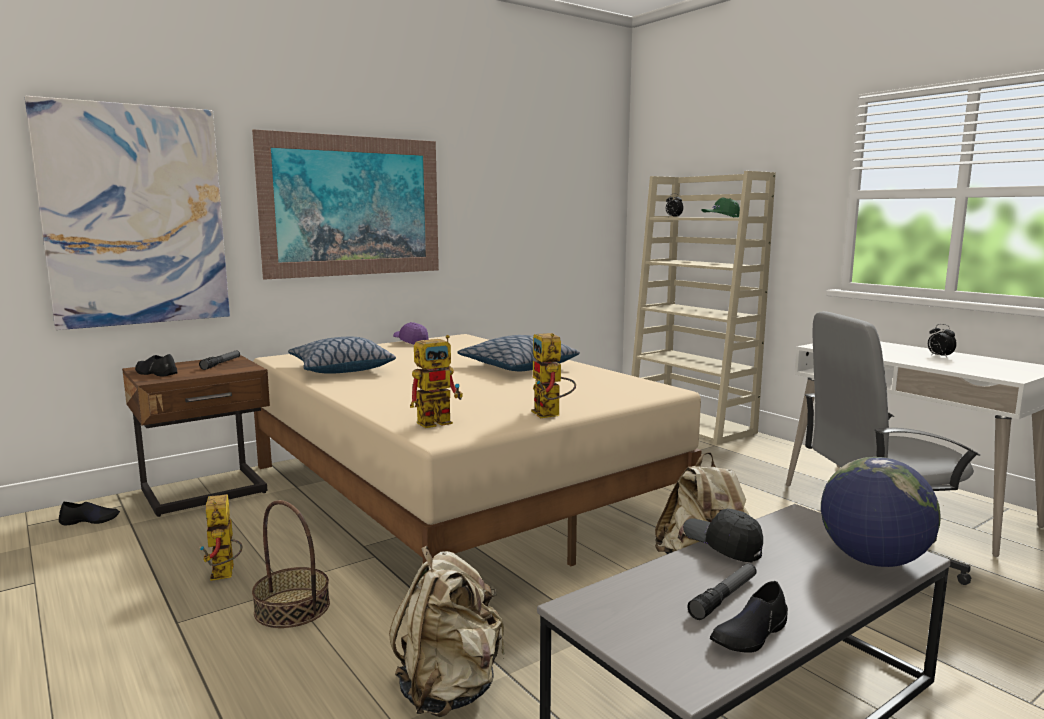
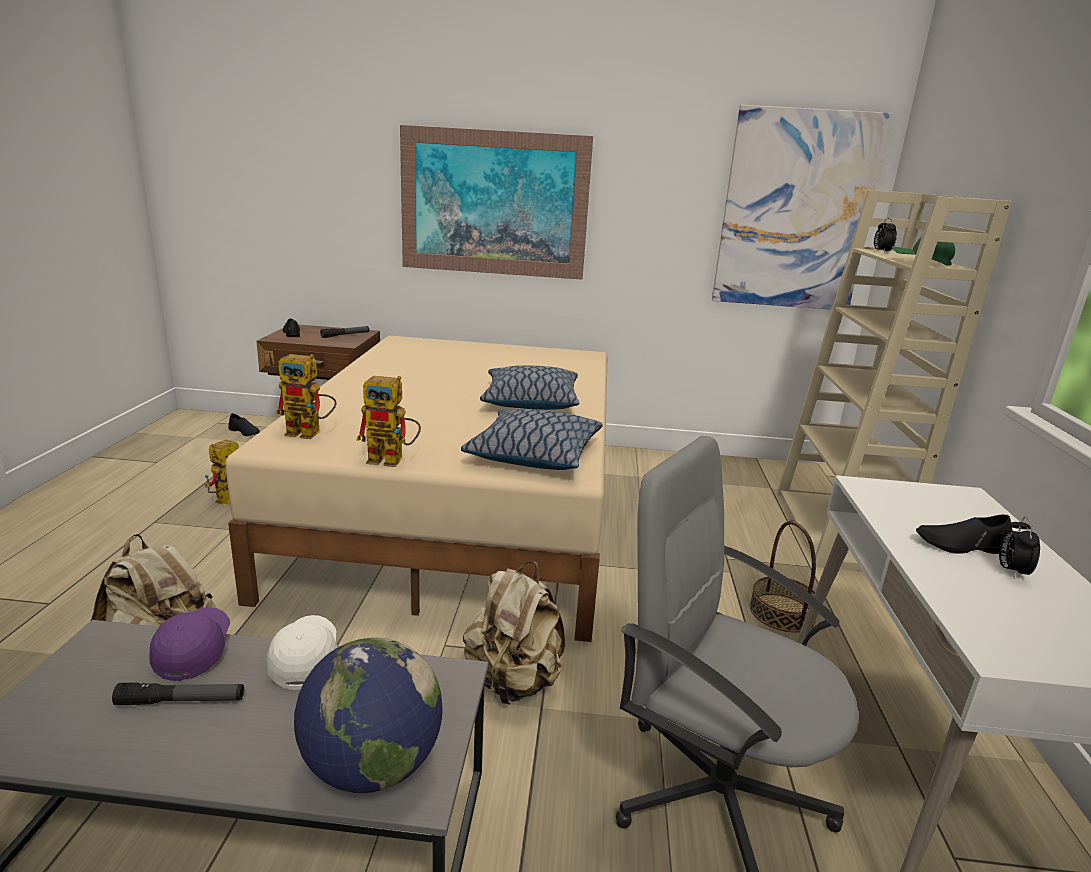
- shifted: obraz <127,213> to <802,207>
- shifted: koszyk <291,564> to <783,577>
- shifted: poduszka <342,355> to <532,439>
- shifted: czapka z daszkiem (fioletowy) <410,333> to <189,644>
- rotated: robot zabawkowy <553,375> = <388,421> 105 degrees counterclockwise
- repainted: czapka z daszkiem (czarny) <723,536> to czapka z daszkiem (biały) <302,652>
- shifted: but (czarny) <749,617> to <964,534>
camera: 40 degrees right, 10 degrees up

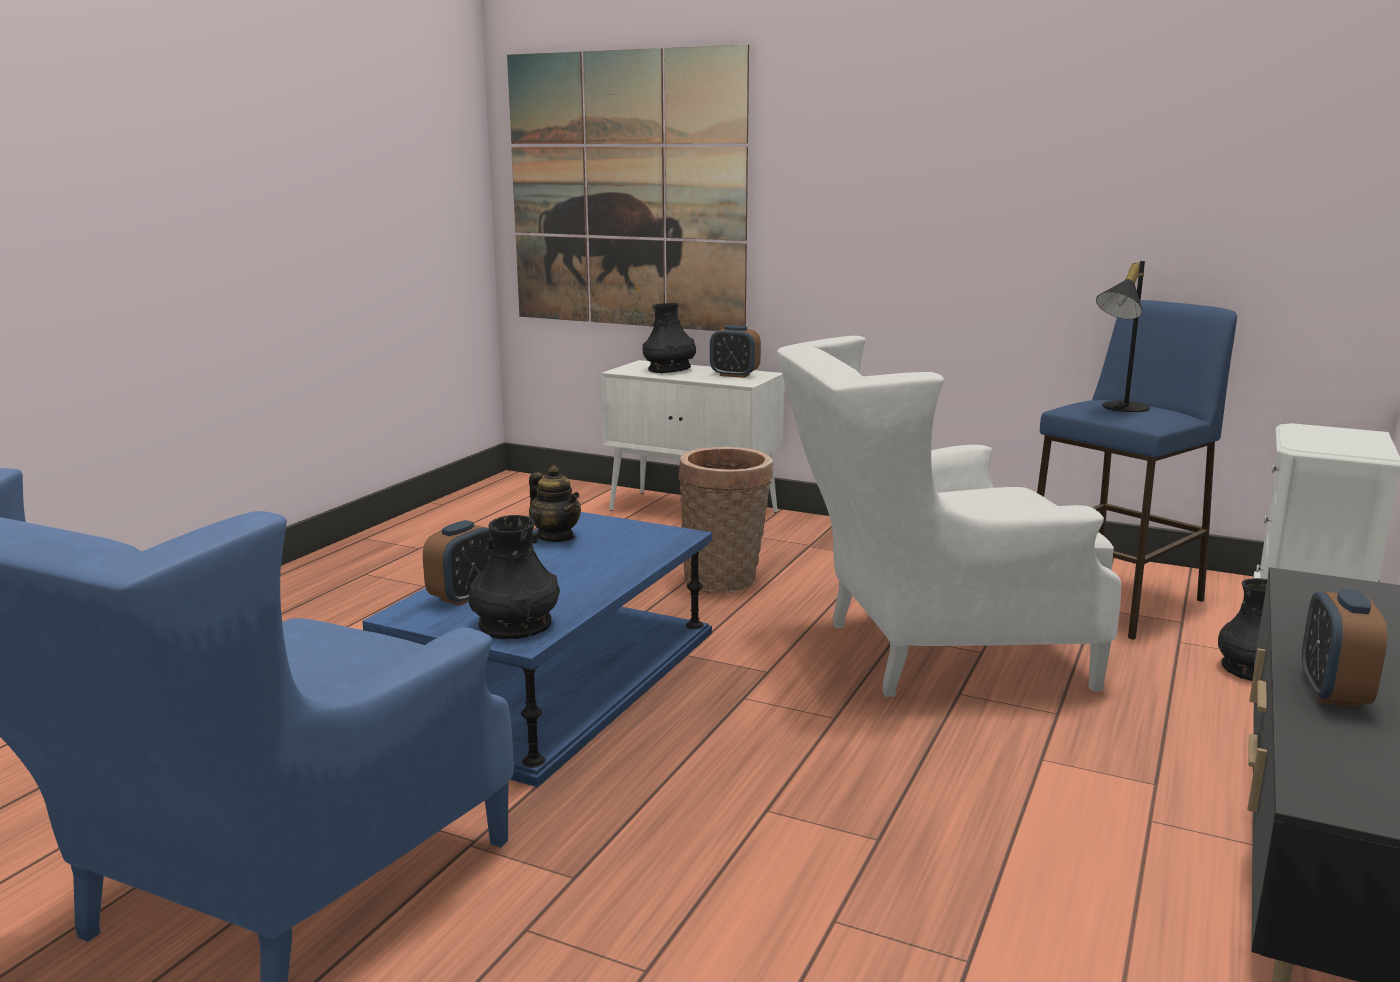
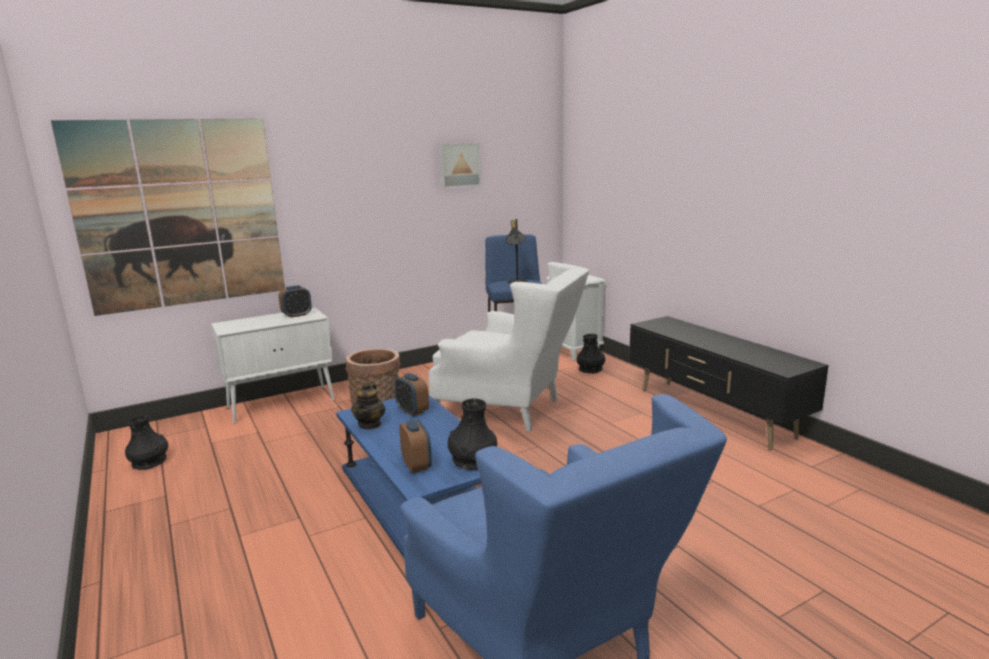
- rotated: imbryk <555,503> = <368,406> 105 degrees clockwise
- shifted: wazon (czarny) <669,338> to <146,442>
- rotated: fotel (biały) <949,516> = <509,347> 90 degrees counterclockwise
- shifted: budzik <1344,648> to <412,394>
- new: obraz <460,166>
camera: 55 degrees left, 0 degrees up

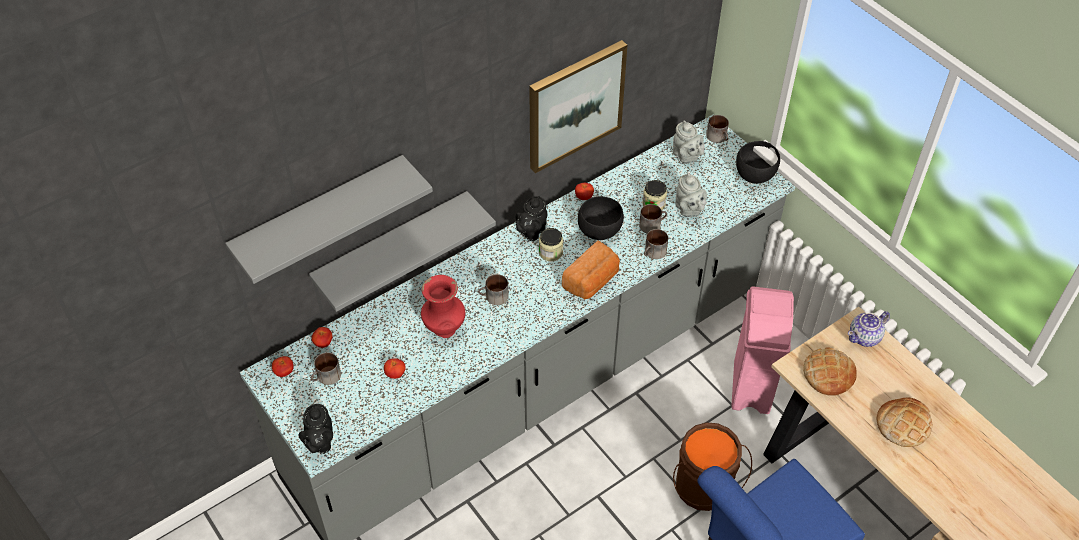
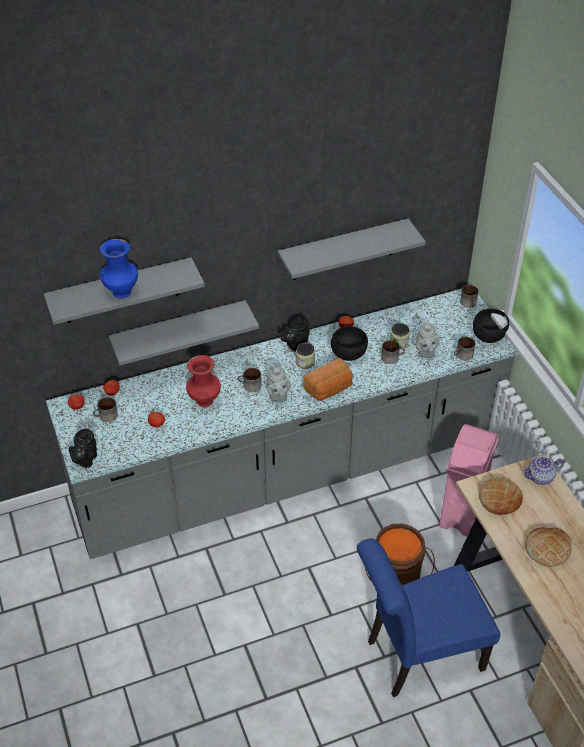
- swapped: obraz <578,106> to półka (szary) <352,249>
- shifted: kubek <656,244> to <464,349>
- shifted: imbryk (szary) <689,142> to <278,383>
- new: wazon (niebieski) <119,269>
camera: 15 degrees right, 5 degrees down

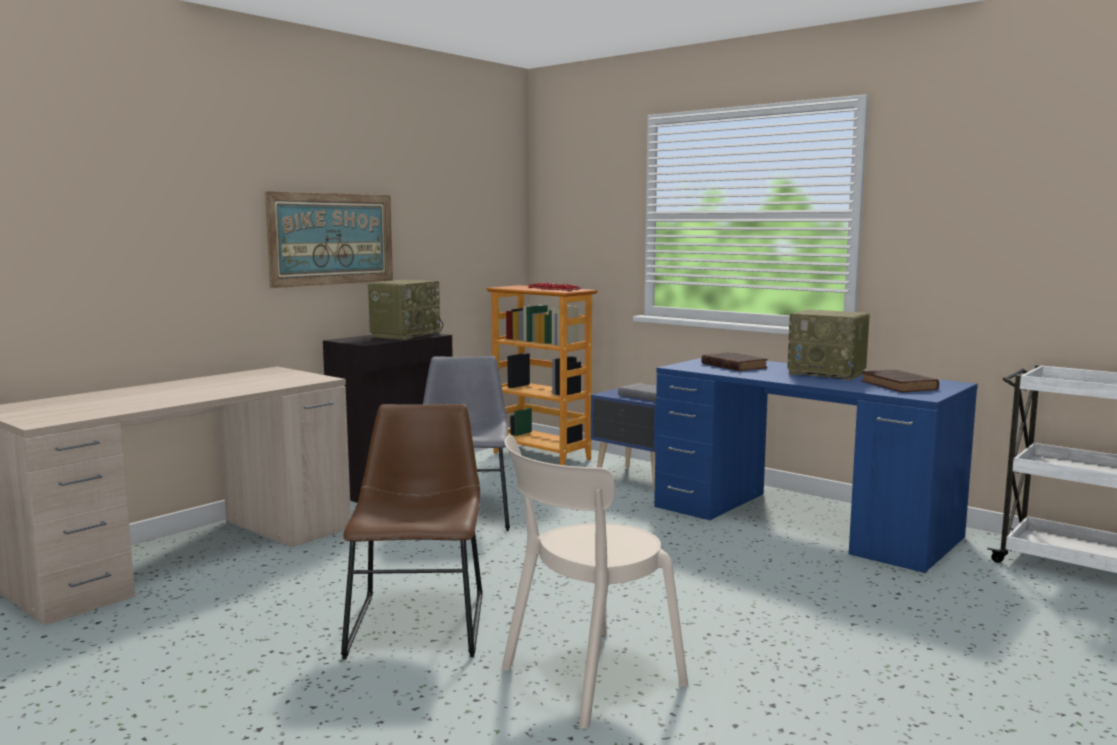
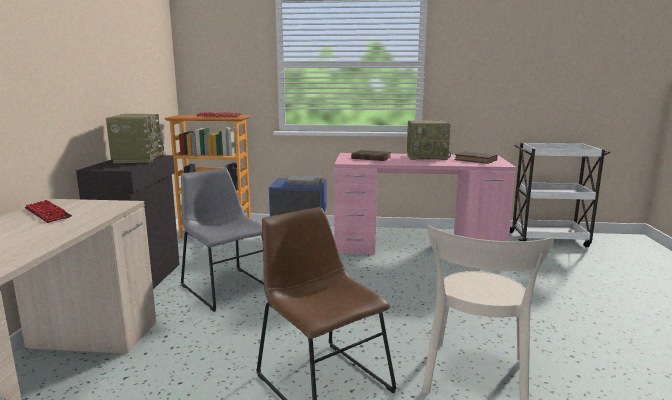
- gone: obraz <329,239>
- repainted: biurko (niebieski) <816,465> to biurko (różowy) <425,203>
- new: klawiatura <48,211>
camera: 35 degrees left, 5 degrees up

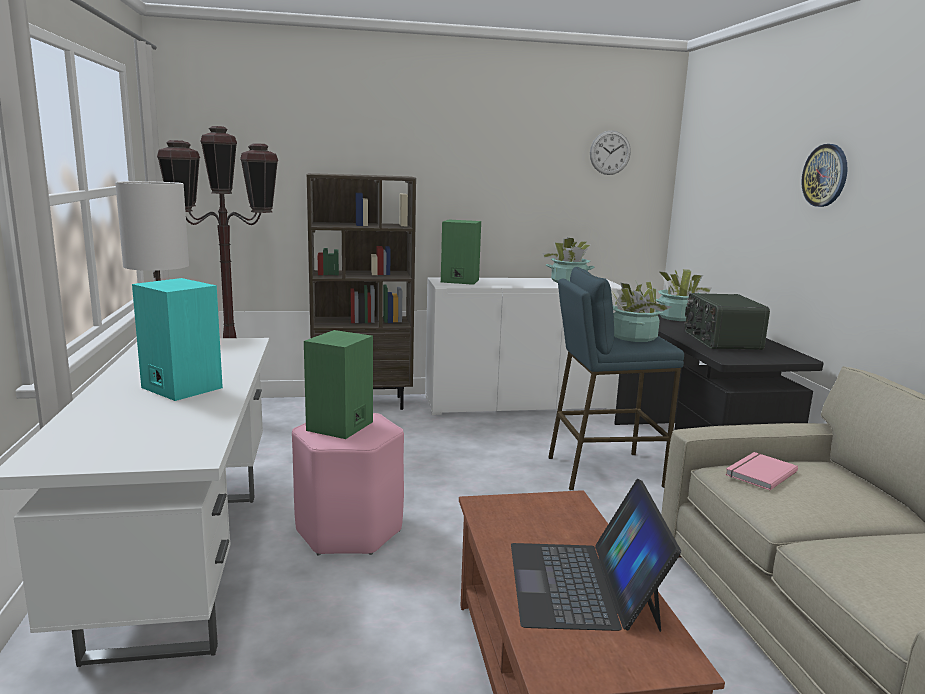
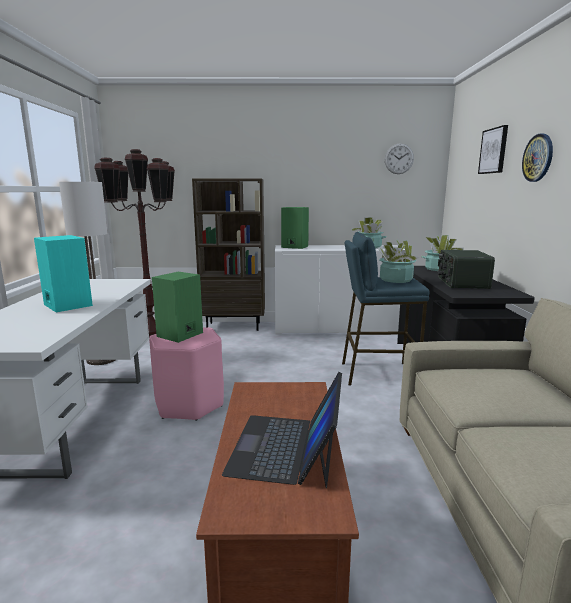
- gone: książka (różowy) <761,471>
- new: obraz <493,149>
camera: 10 degrees right, 0 degrees up

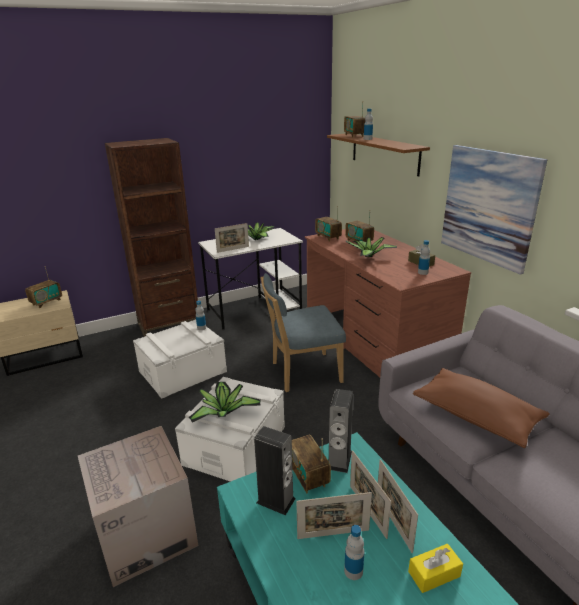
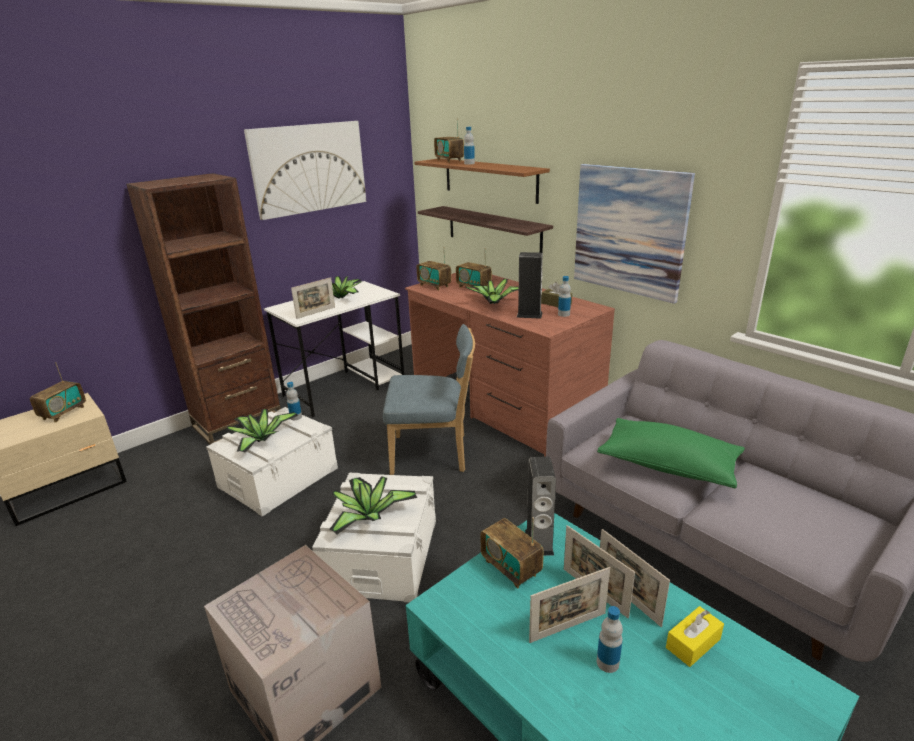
- shifted: głośnik <275,470> to <529,285>
- rotated: krzesło (niebieski) <303,332> = <429,399> 150 degrees counterclockwise
- repainted: poduszka (brązowy) <481,408> to poduszka (zielony) <671,453>
- new: roślina doniczkowa <263,431>
- new: obraz <305,170>
- new: półka <485,229>
camera: 15 degrees left, 0 degrees up

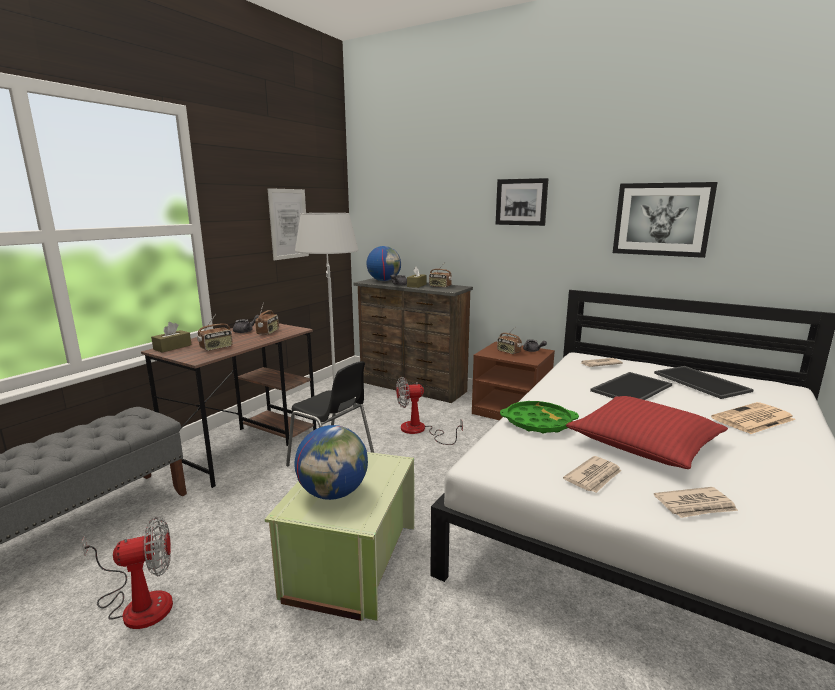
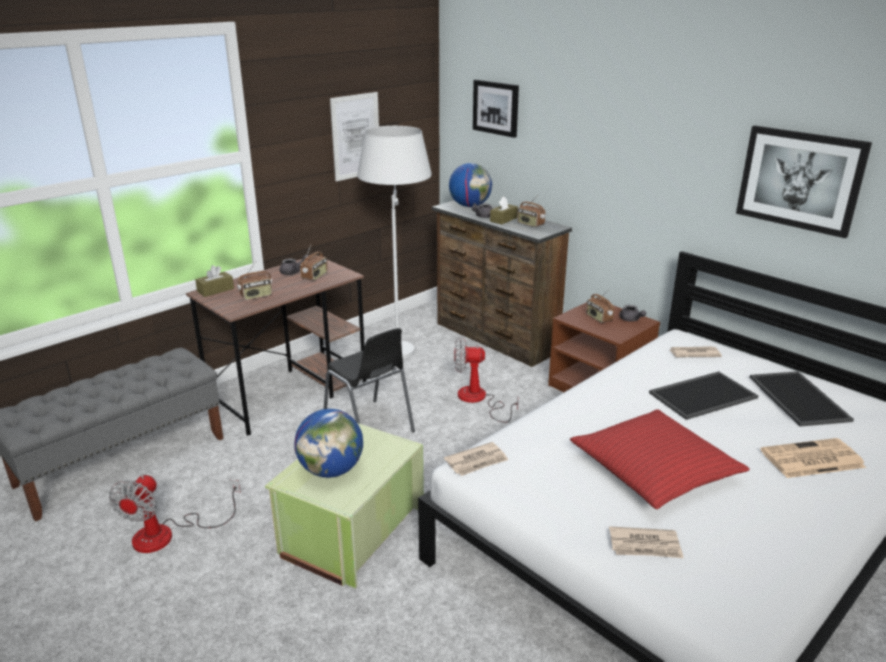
- rotated: wentylator <127,573> = <175,513> 105 degrees clockwise
- shifted: obraz <522,202> to <496,109>
- gone: taca (zielony) <539,417>
- shifted: gazeta <592,474> to <476,459>
camera: 15 degrees right, 10 degrees up

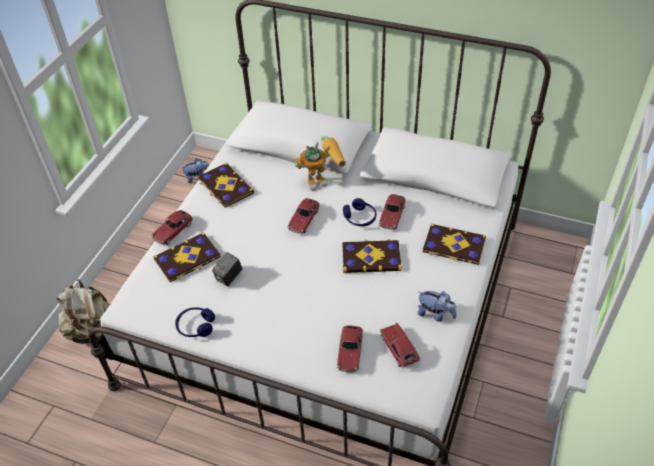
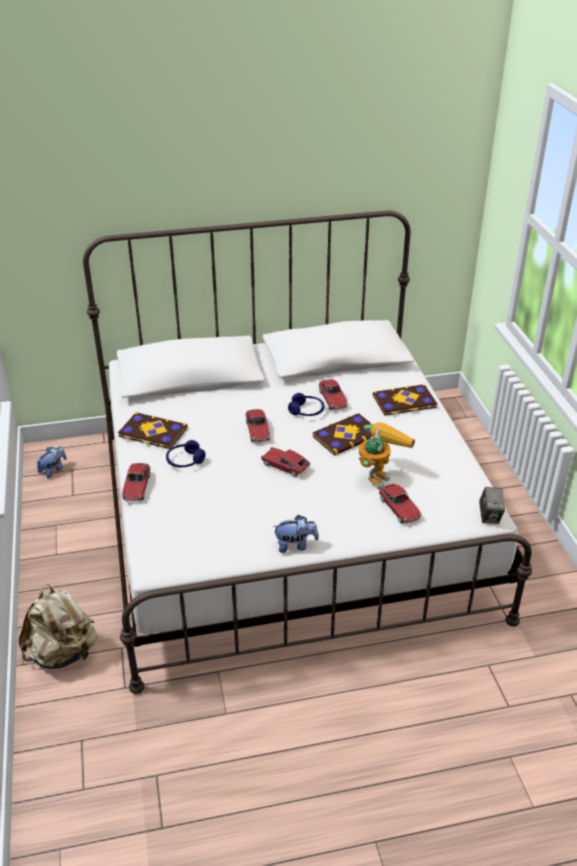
- gone: książka <187,257>
- shifted: słuchawki (niebieski) <195,322> to <186,453>
- shifted: aparat fotograficzny <227,269> to <492,505>
- shifted: robot zabawkowy <320,163> to <387,456>
- shifted: samochodzik <400,345> to <285,462>
- shifted: pluszak <437,306> to <296,534>
camera: 35 degrees left, 10 degrees down

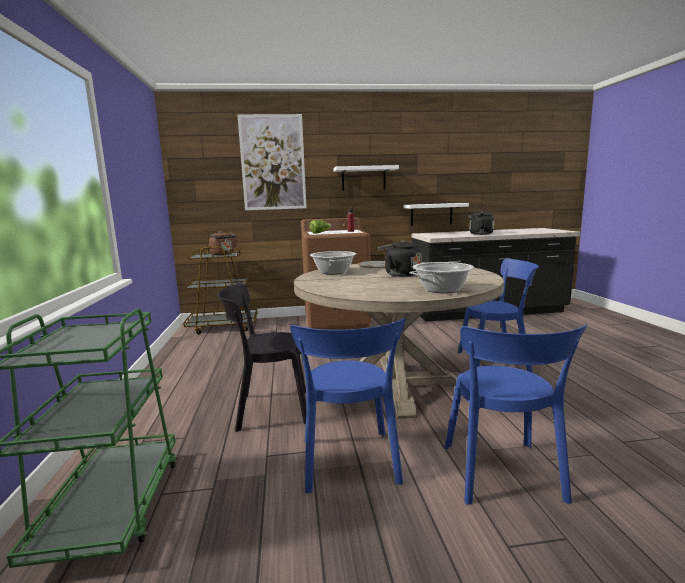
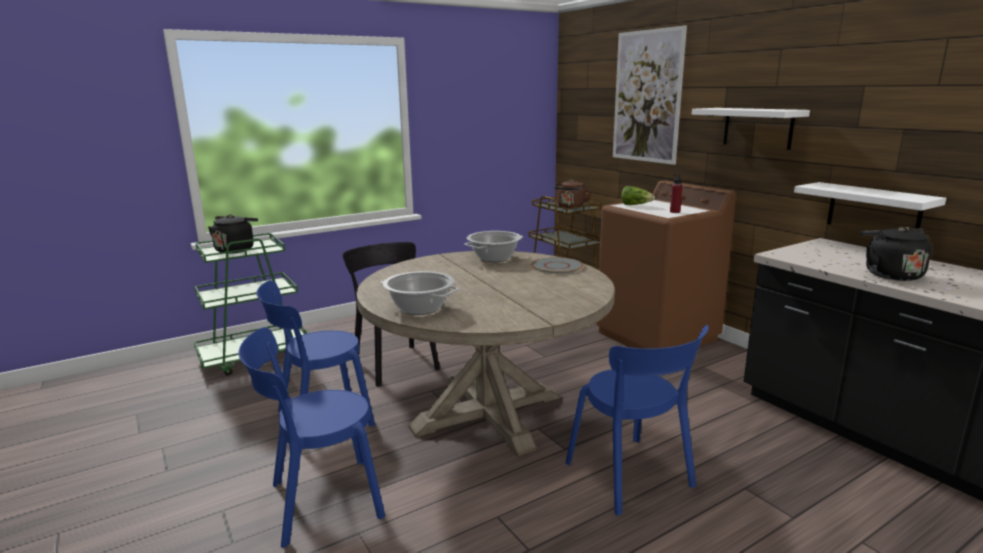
- shifted: czajnik (czarny) <400,258> to <233,234>
camera: 65 degrees right, 5 degrees up

